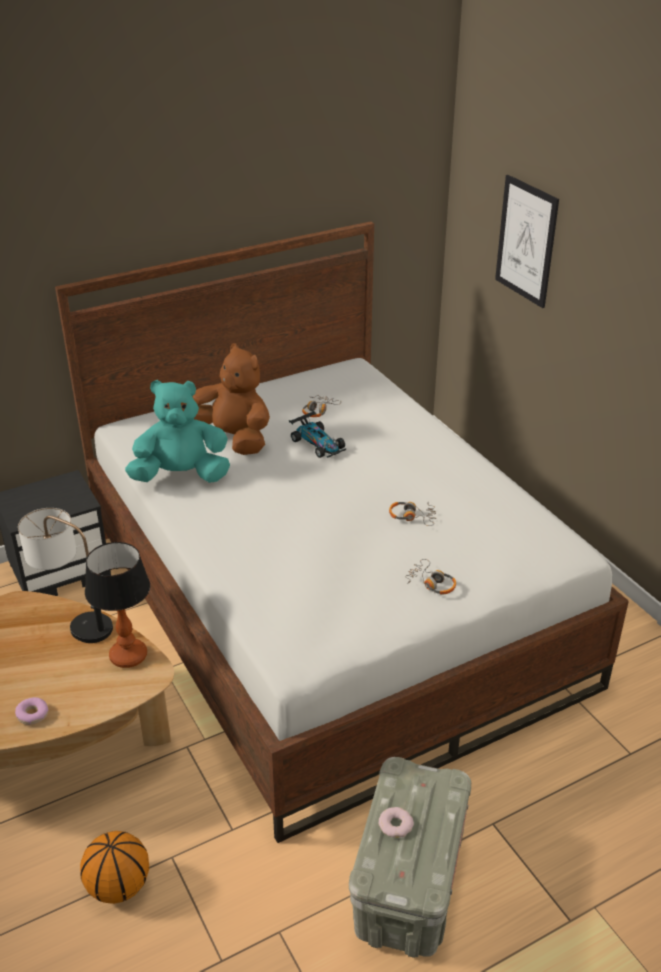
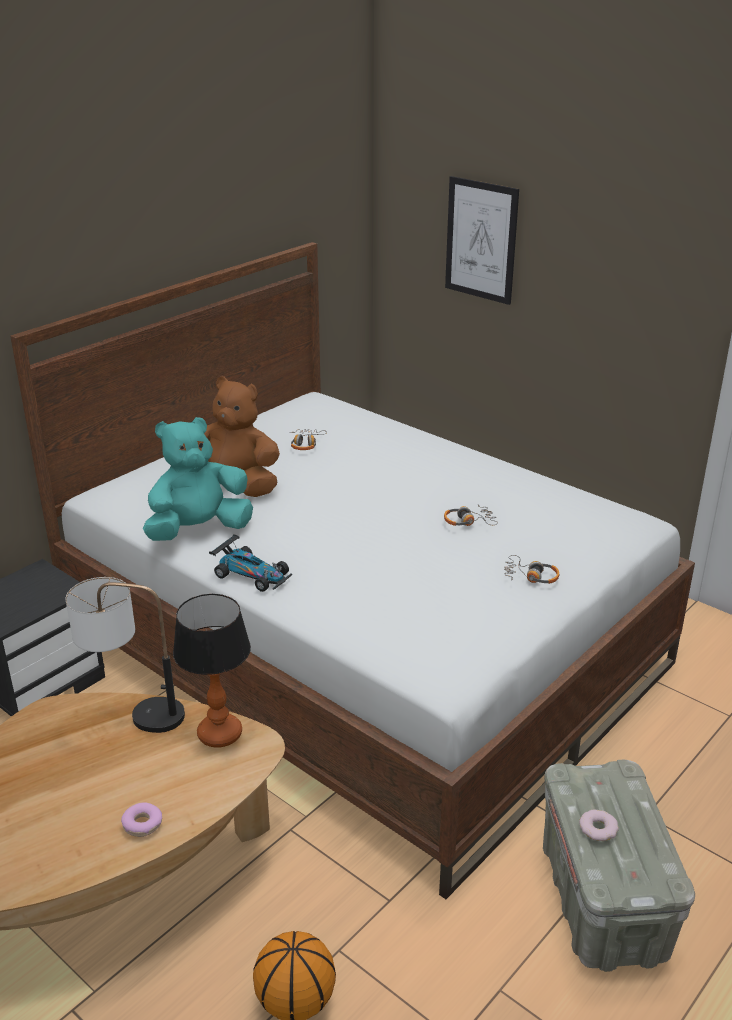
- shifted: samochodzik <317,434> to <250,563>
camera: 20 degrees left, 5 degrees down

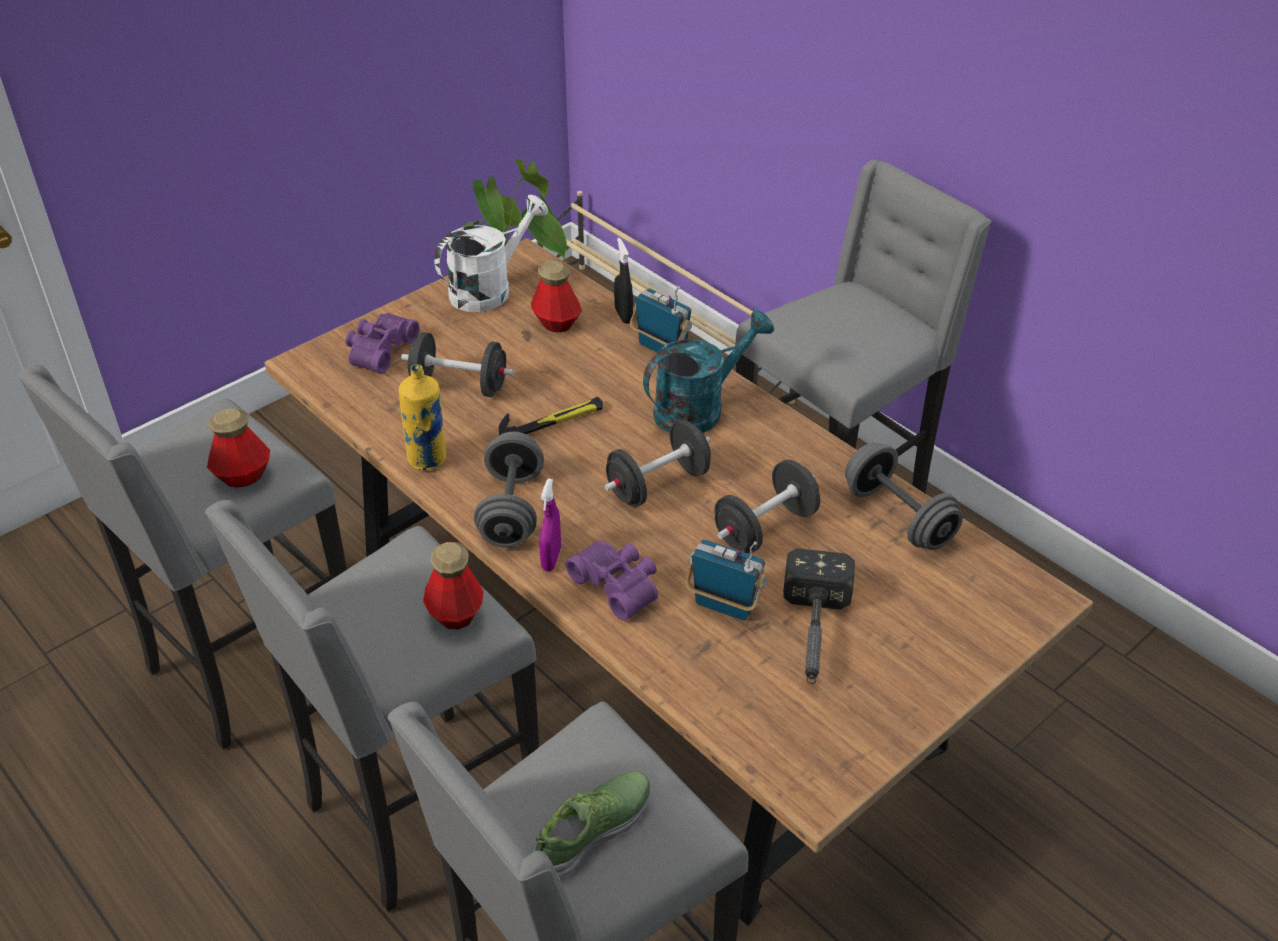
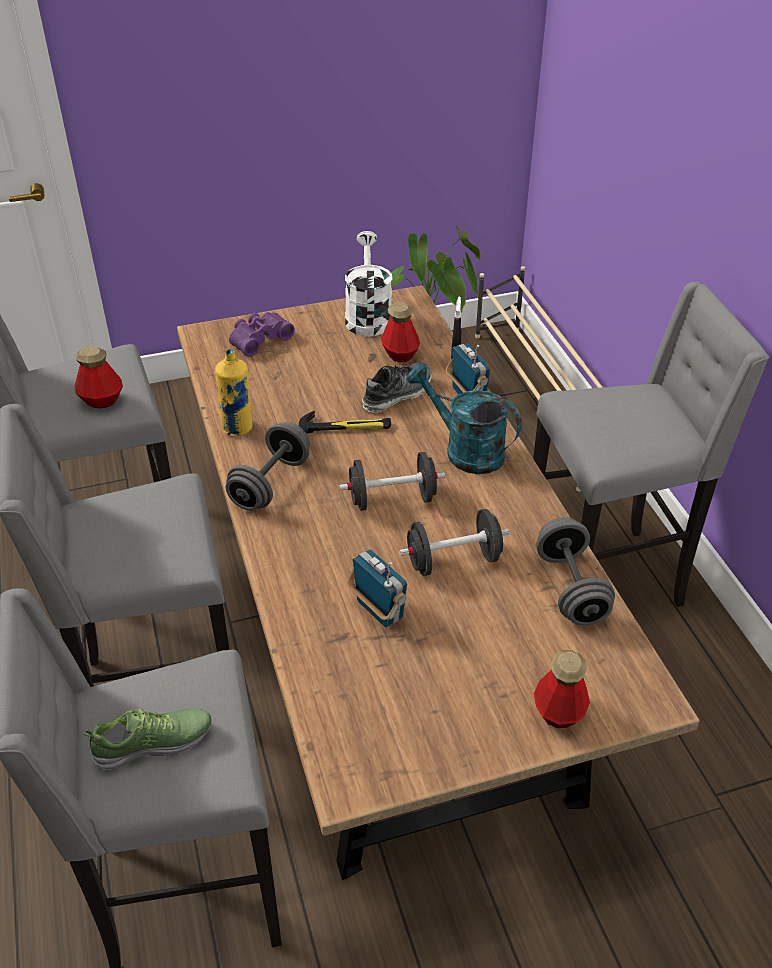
- gone: hantel (czarny) <457,364>
- shifted: butelka <453,586> to <562,689>
- rotated: konewka (biały) <491,253> = <368,284> 75 degrees counterclockwise
- gone: spryskiwacz (fioletowy) <550,524>
- gone: lornetka (fioletowy) <611,580>
- rotated: konewka (turkusowy) <708,371> = <464,418> 135 degrees counterclockwise
- gone: młotek <819,616>
- new: but <396,387>
camera: 25 degrees right, 0 degrees up

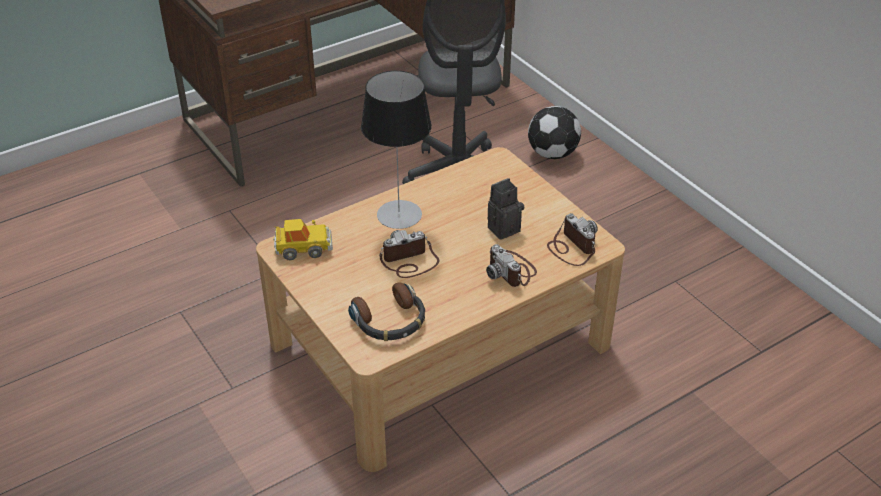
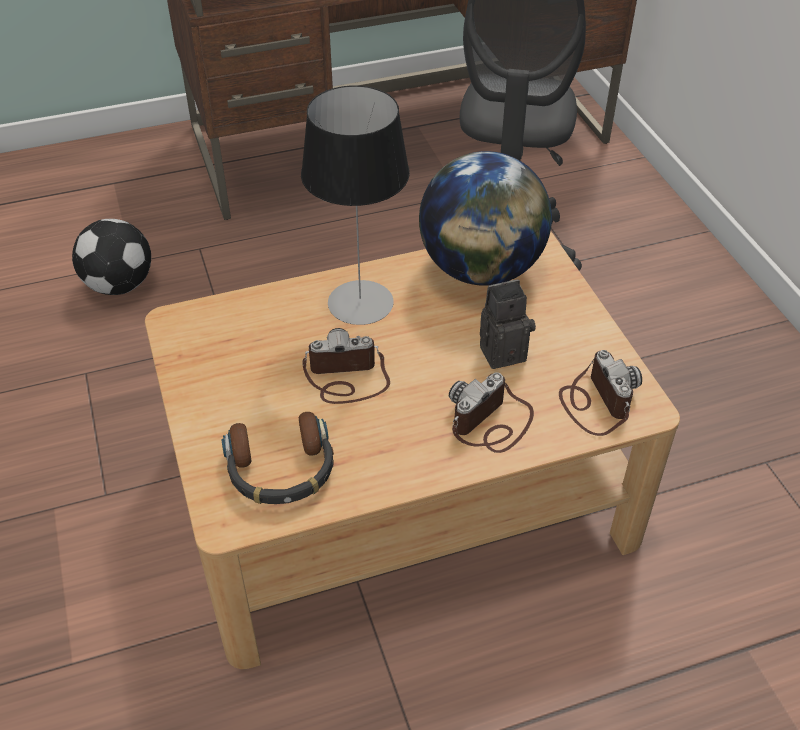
- gone: samochodzik <303,239>
- rotated: aparat fotograficzny <511,265> = <491,413> 60 degrees clockwise
- shifted: piłka futbolowa <554,132> to <111,257>
- new: globus <485,218>
camera: 15 degrees right, 5 degrees up

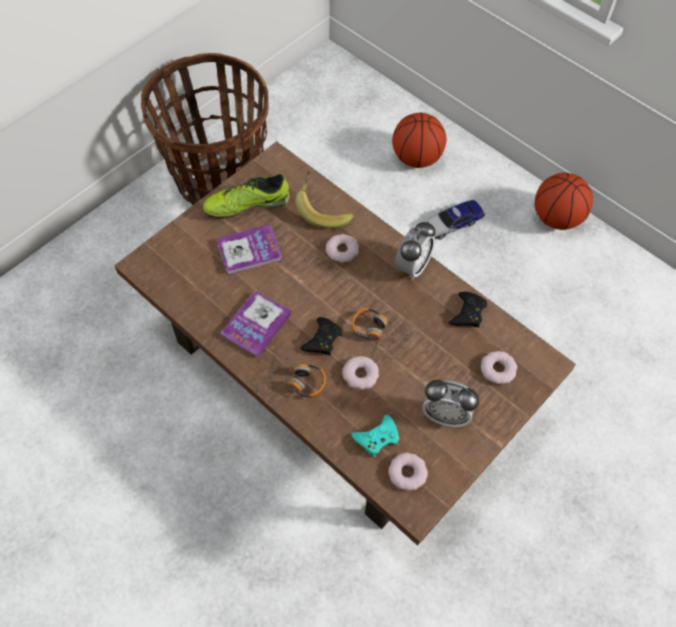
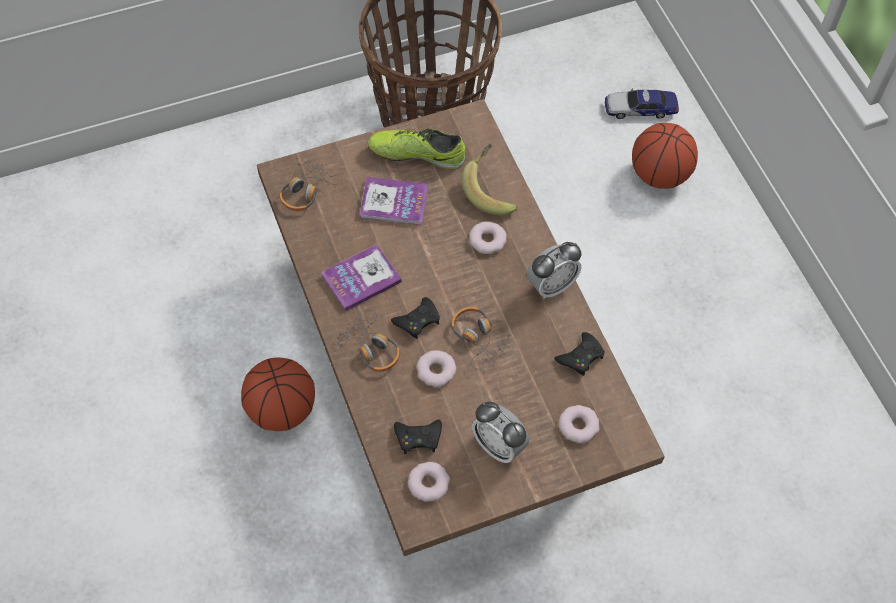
- repainted: pad do gier (turkusowy) <375,436> to pad do gier (czarny) <418,436>
- shifted: samochodzik <454,220> to <642,104>
- shifted: piłka do koszykówki <564,201> to <278,394>
- new: słuchawki <310,185>
camera: 25 degrees right, 0 degrees up

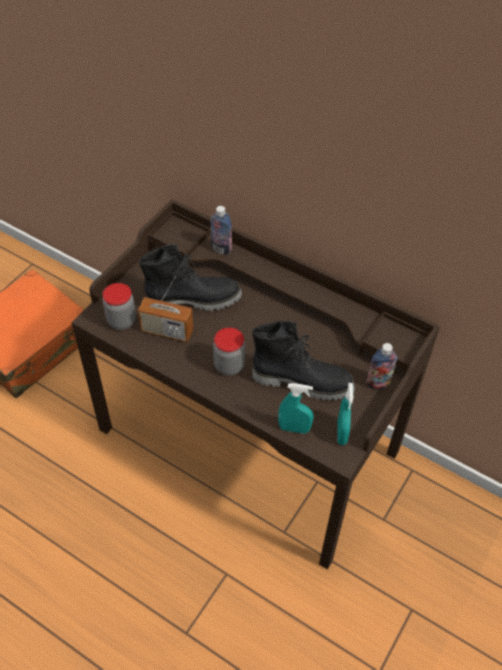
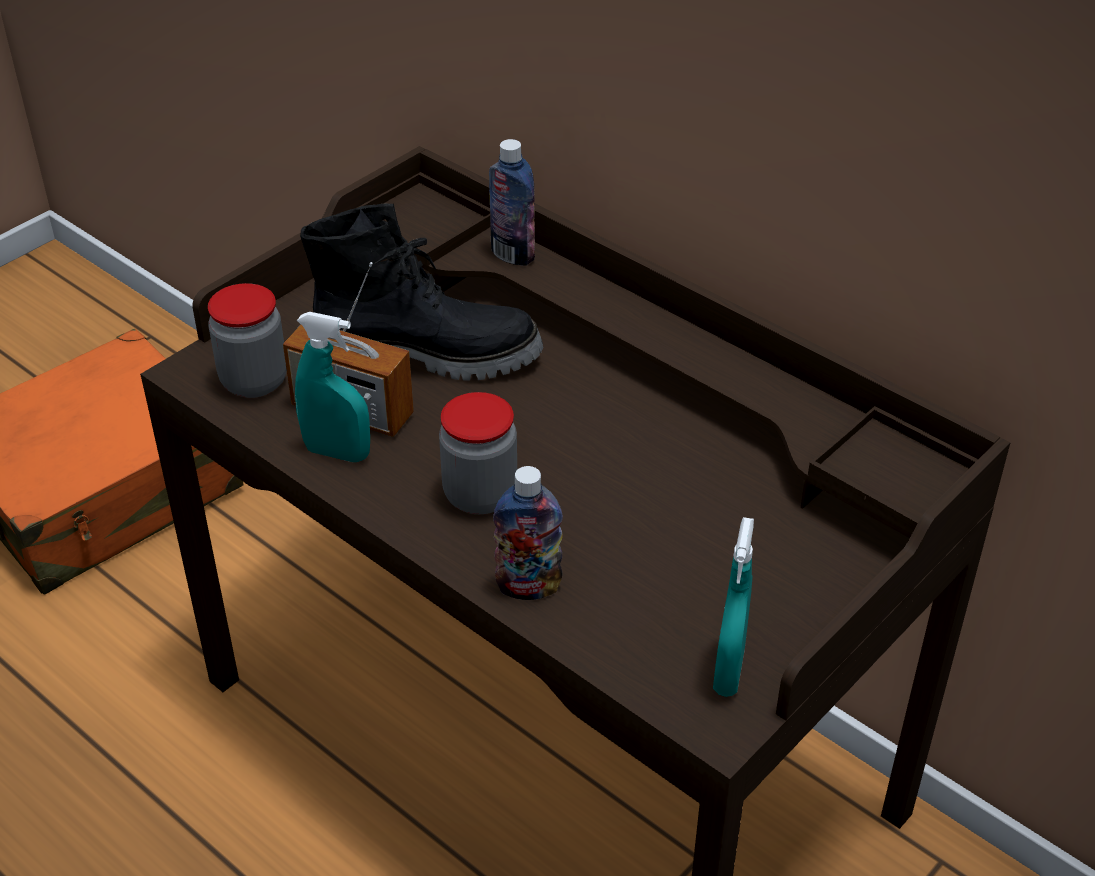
- gone: but z cholewką (czarny) <303,361>
- shifted: spryskiwacz (turkusowy) <296,408> to <332,387>
- shifted: butelka <381,366> to <528,533>
camera: 10 degrees right, 10 degrees down

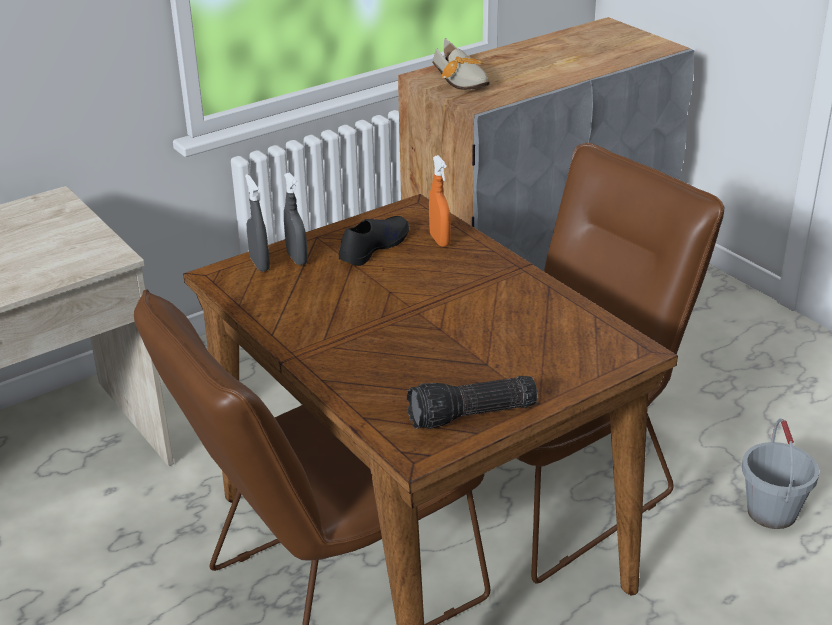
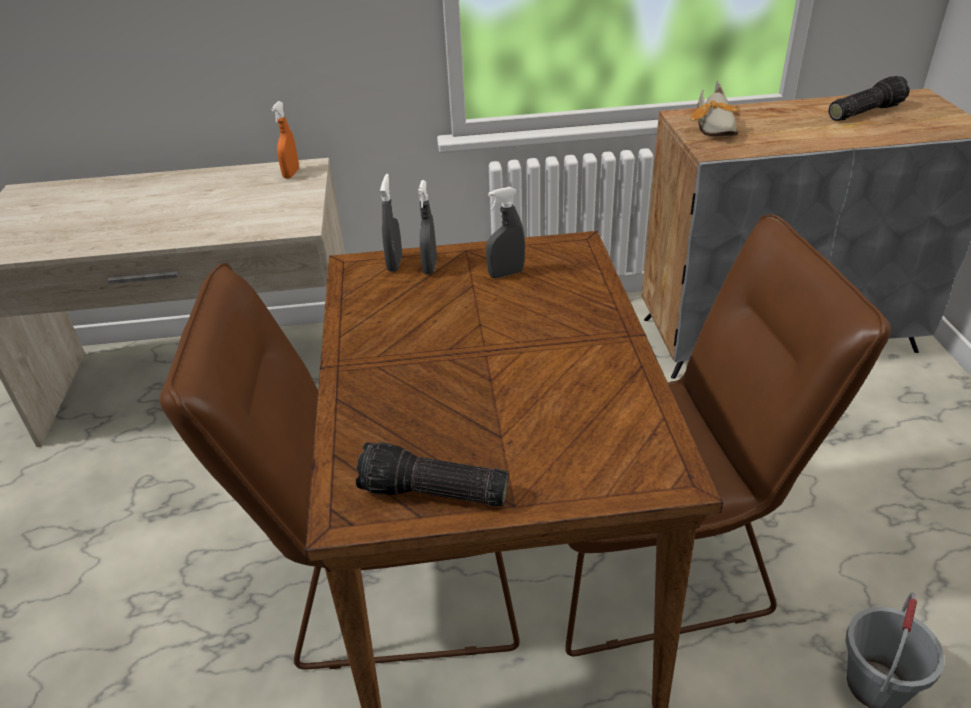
- swapped: but (czarny) <374,241> to spryskiwacz (szary) <505,232>
- shifted: spryskiwacz (pomarańczowy) <440,201> to <285,139>
- new: latarka <869,98>
camera: 30 degrees right, 5 degrees up

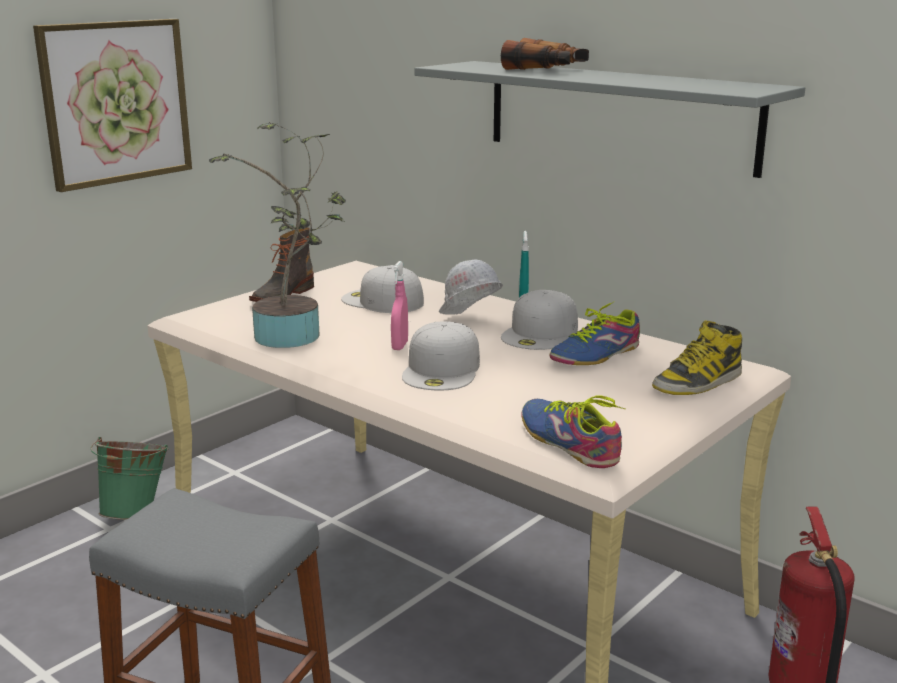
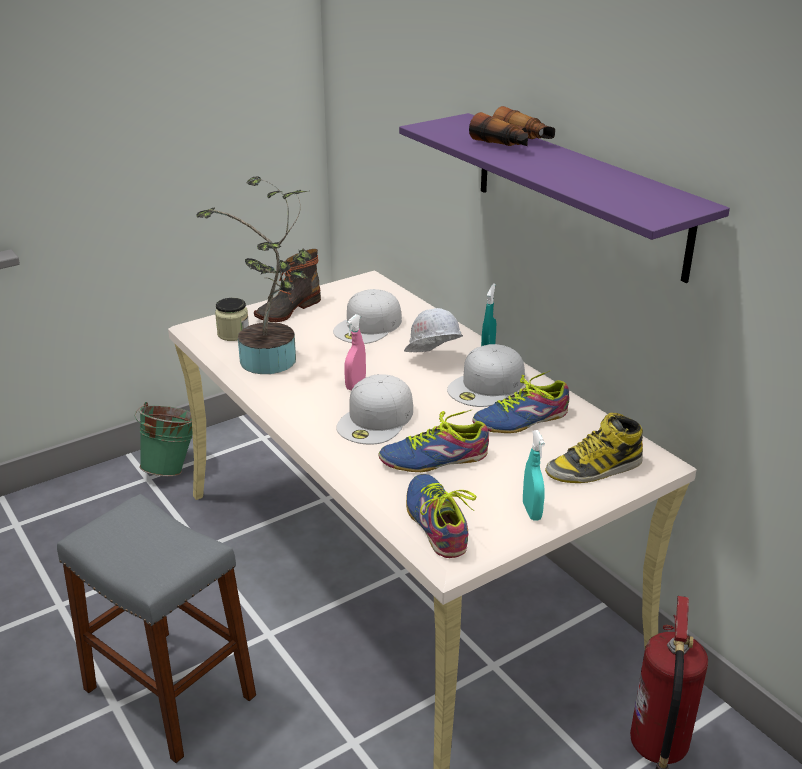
- gone: obraz <112,105>
- rotated: czapka z daszkiem (biały) <382,289> = <367,316> 105 degrees counterclockwise
- repainted: półka (szary) <609,119> to półka (fioletowy) <564,198>
- new: słoik <232,319>
- new: but <433,441>
- new: spryskiwacz (turkusowy) <534,475>
camera: 15 degrees right, 10 degrees up

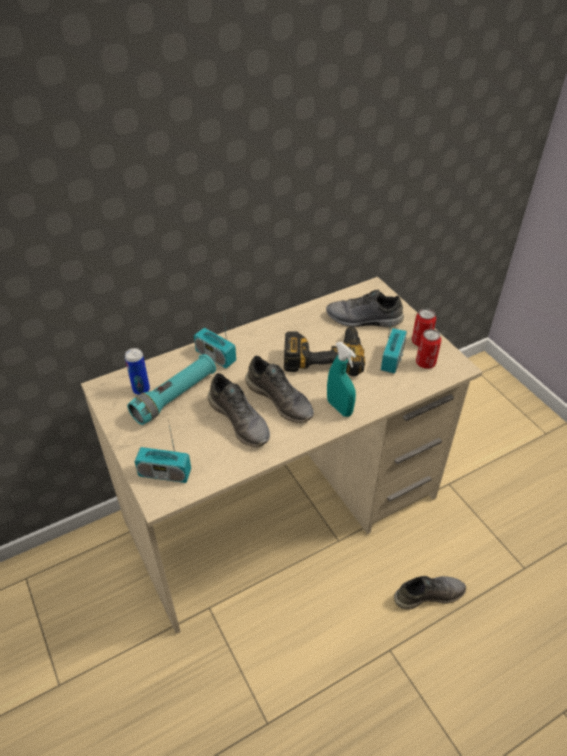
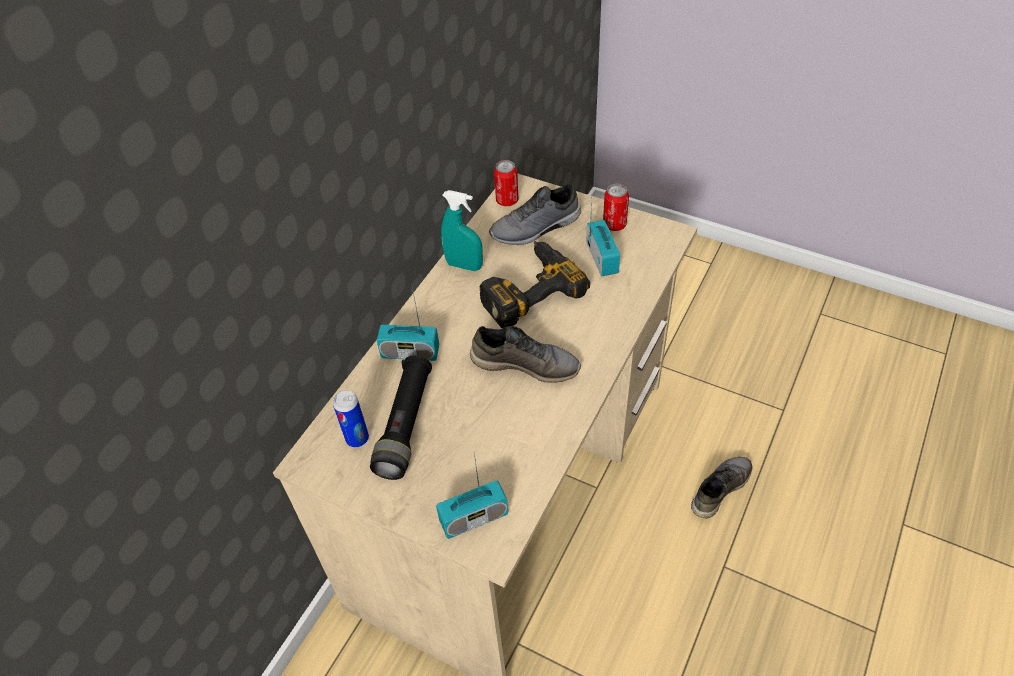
- repainted: latarka (turkusowy) <171,389> to latarka (czarny) <401,418>
- gone: but (szary) <239,410>
- shifted: spryskiwacz (turkusowy) <341,379> to <462,230>
- shifted: puszka <428,349> to <506,183>
camera: 30 degrees left, 5 degrees up

